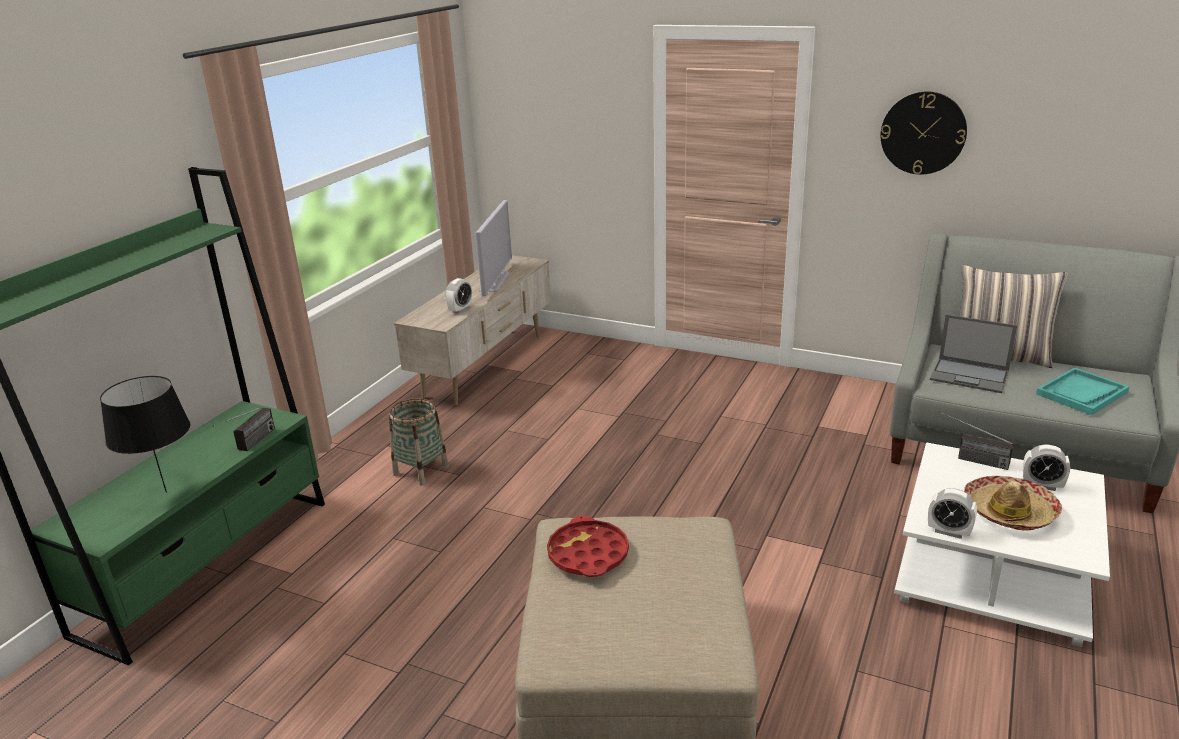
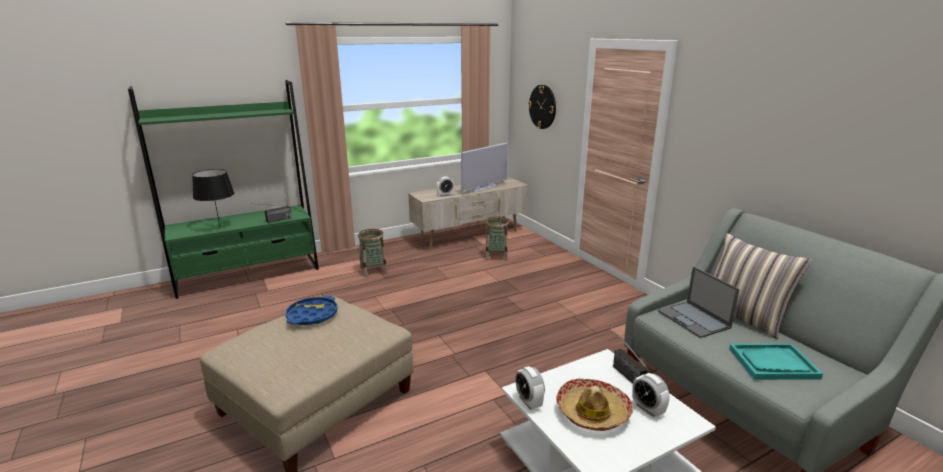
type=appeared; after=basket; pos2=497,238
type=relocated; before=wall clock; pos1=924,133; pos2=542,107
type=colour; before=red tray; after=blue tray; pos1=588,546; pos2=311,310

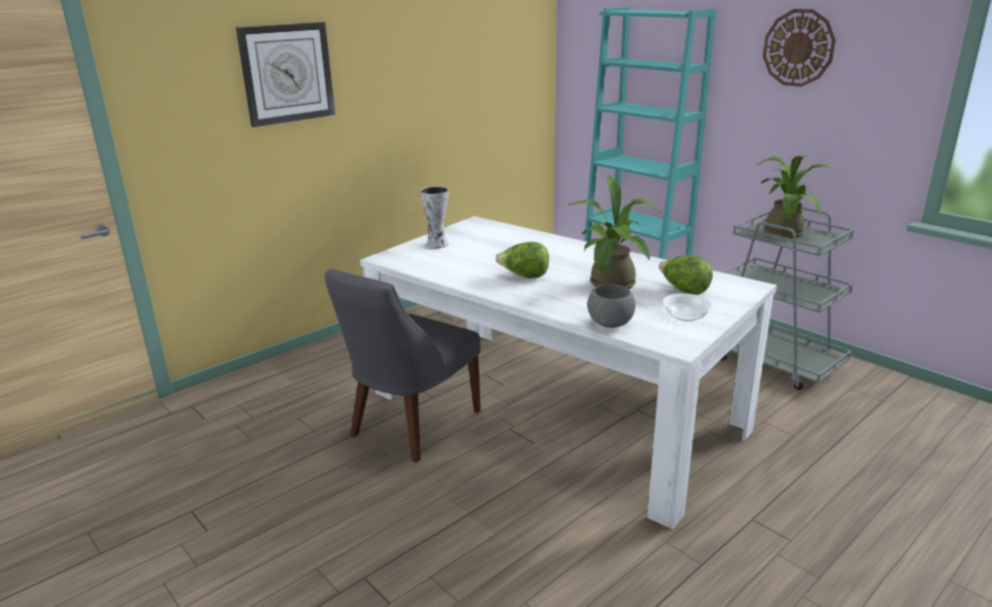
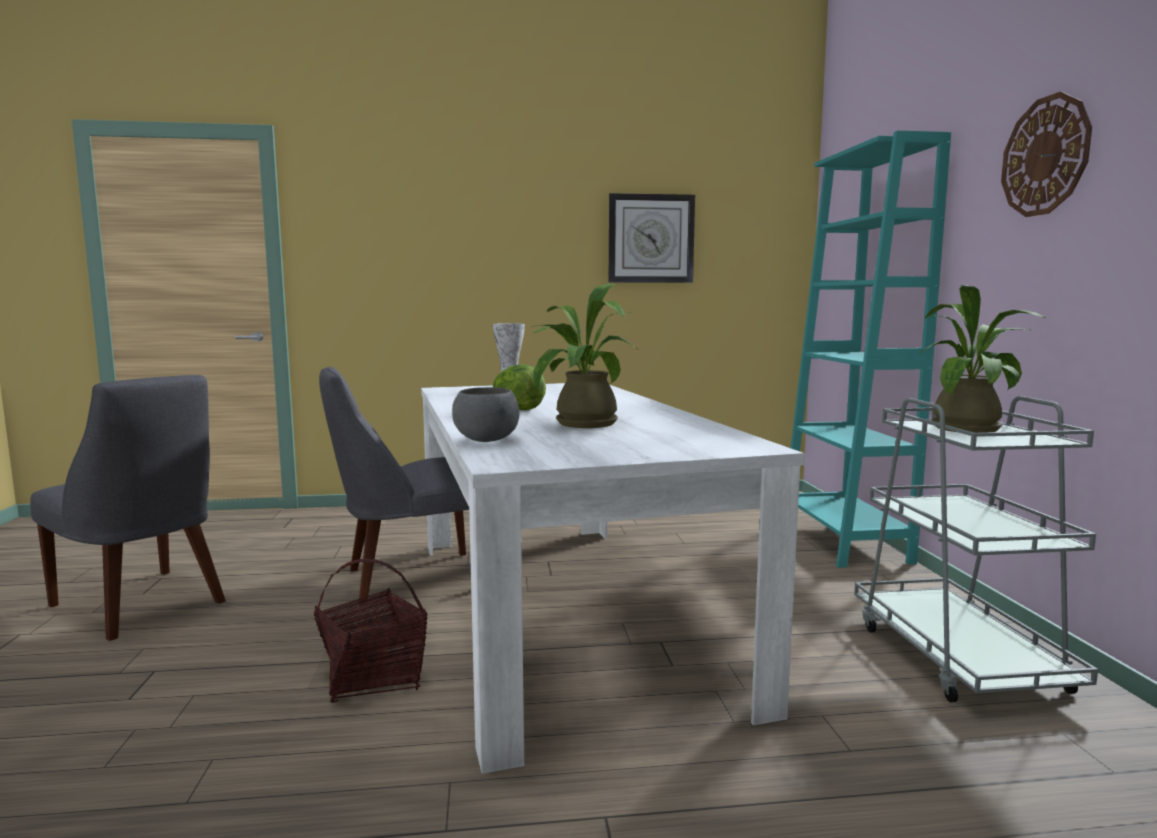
type=missing; before=lettuce; pos1=686,275
type=missing; before=bowl; pos1=687,307
type=appeared; after=grey chair; pos2=128,508
type=appeared; after=basket; pos2=370,631
type=relocated; before=wall clock; pos1=285,74; pos2=652,238

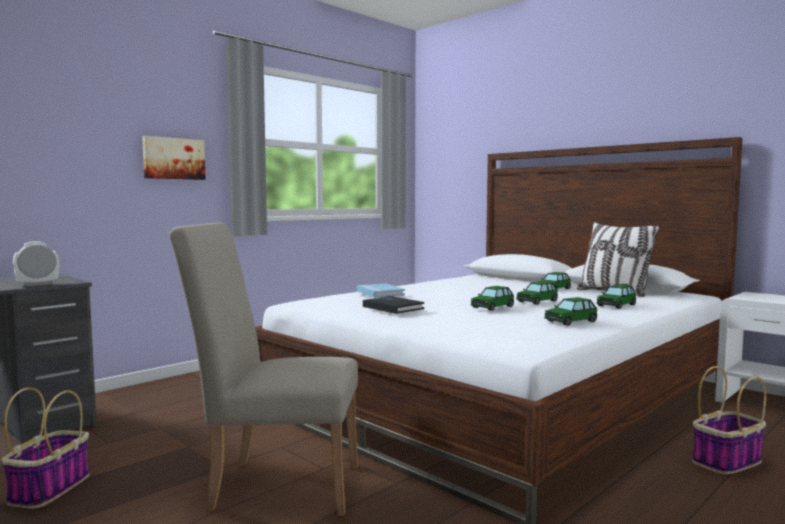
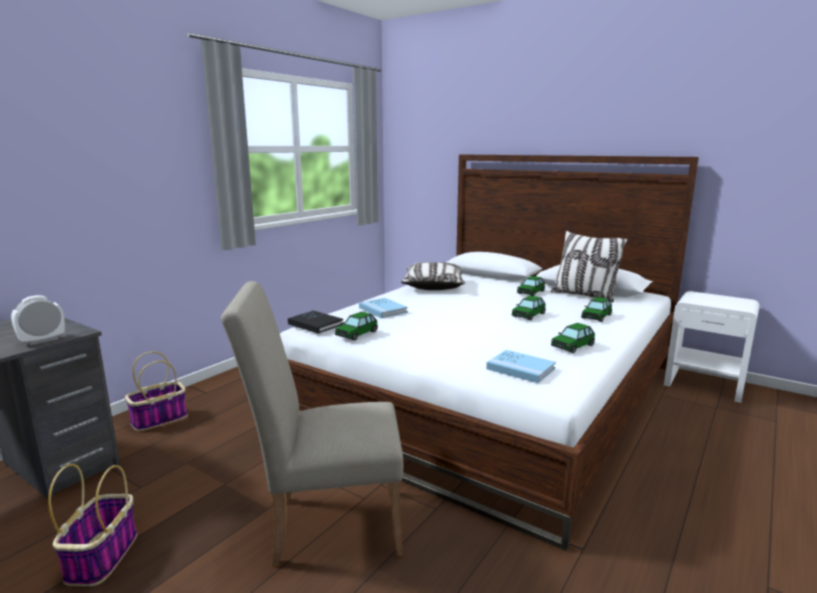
type=missing; before=picture; pos1=174,158
type=appeared; after=pillow; pos2=433,276
type=appeared; after=blue book; pos2=521,366
type=relocated; before=black book; pos1=393,305; pos2=315,322
type=relocated; before=toy car; pos1=492,298; pos2=356,326
type=relocated; before=basket; pos1=729,420; pos2=156,391

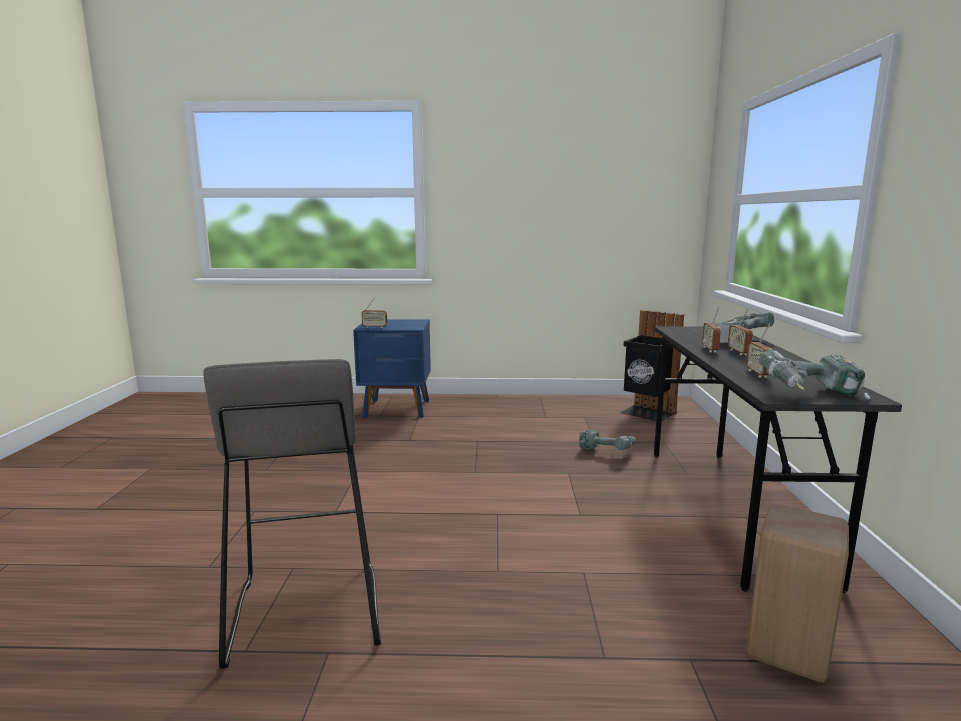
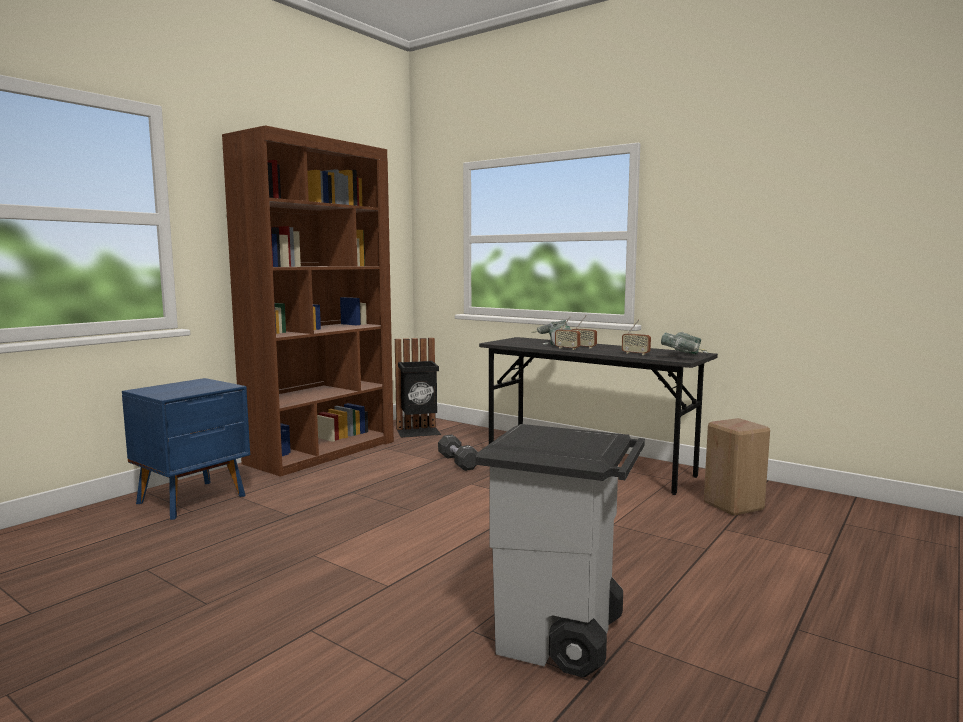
type=missing; before=radio; pos1=374,312
type=appeared; after=brown bookcase; pos2=308,301
type=exchanged; before=grey stool; after=grey trash can; pos1=292,514; pos2=560,551
type=exchanged; before=power drill; after=black dumbbell; pos1=607,440; pos2=458,453

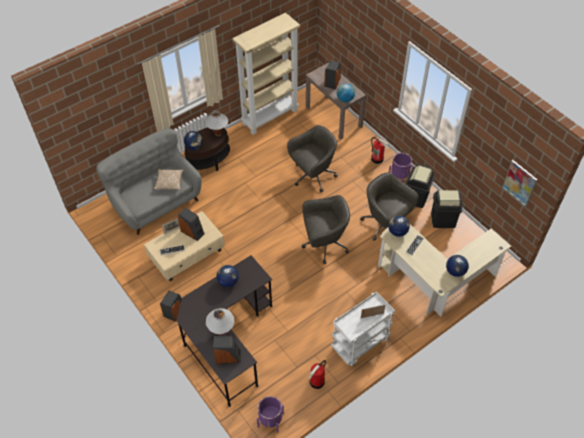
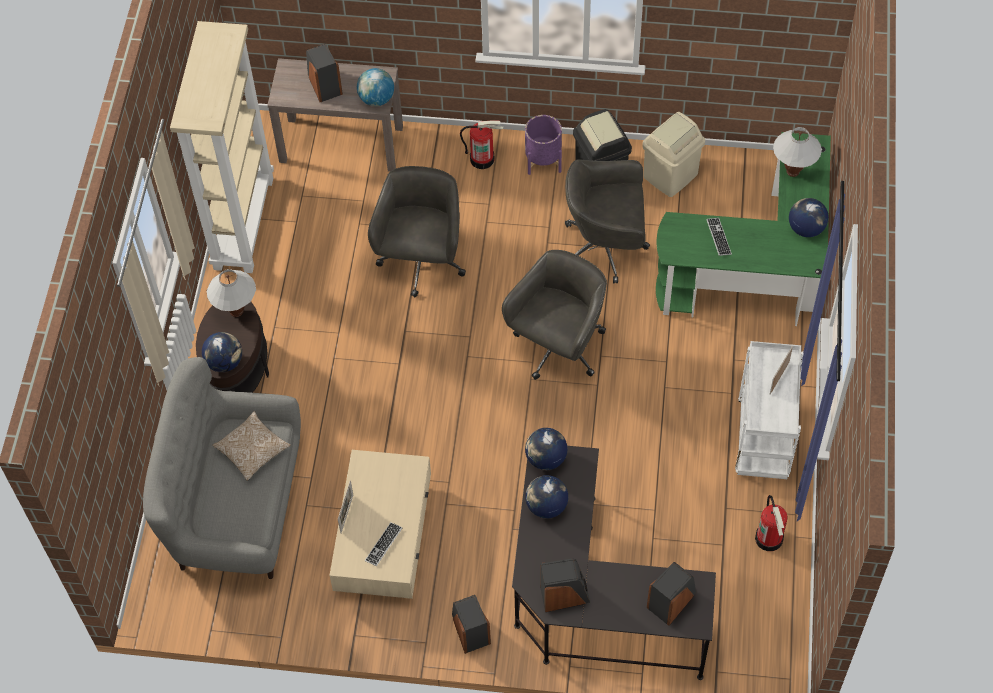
type=missing; before=purple planter; pos1=270,414
type=missing; before=picture; pos1=519,183
type=relocated; before=speaker; pos1=191,224; pos2=565,585
type=relocated; before=white table lamp; pos1=220,321; pos2=797,152
type=relocated; before=globe; pos1=399,226; pos2=546,449
type=colour; before=beige desk; after=green desk; pos1=444,269; pos2=743,229
type=colour; before=black trash can; after=beige trash can; pos1=446,209; pos2=673,154

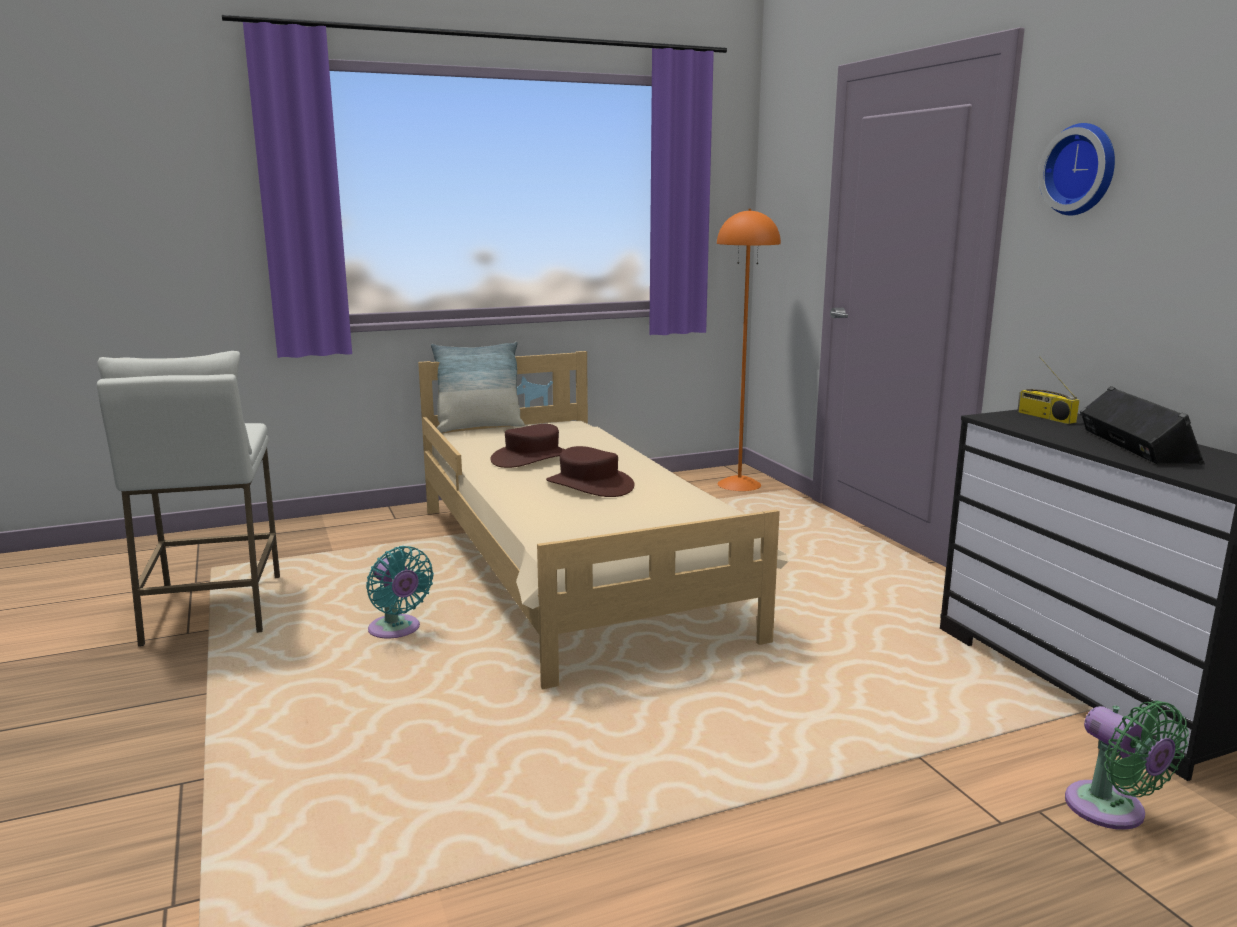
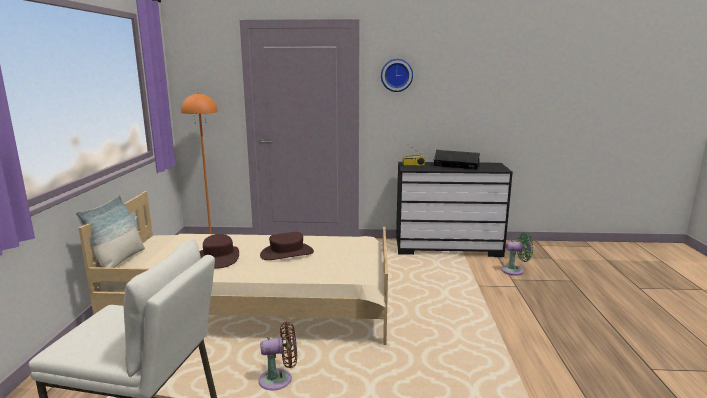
type=colour; before=turquoise fan; after=brown fan; pos1=400,592; pos2=277,356

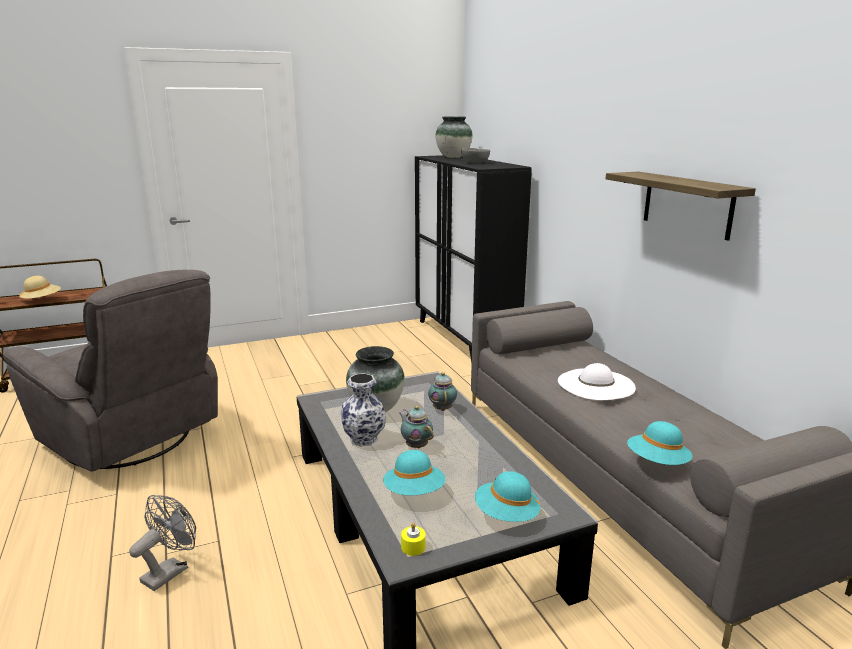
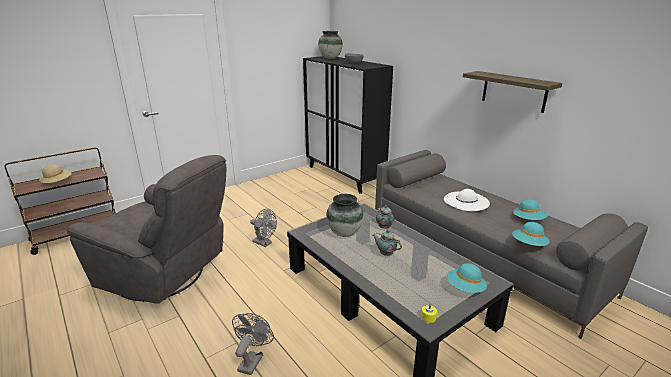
type=missing; before=vase; pos1=363,410
type=appeared; after=grey fan; pos2=263,228
type=relocated; before=turquoise hat; pos1=414,473; pos2=530,209

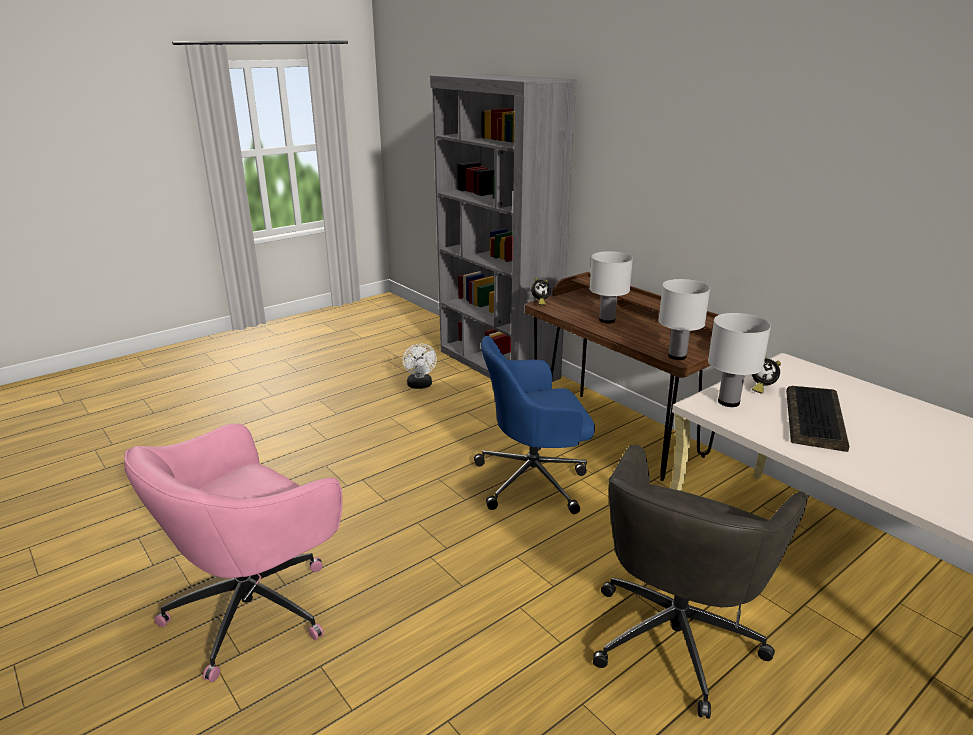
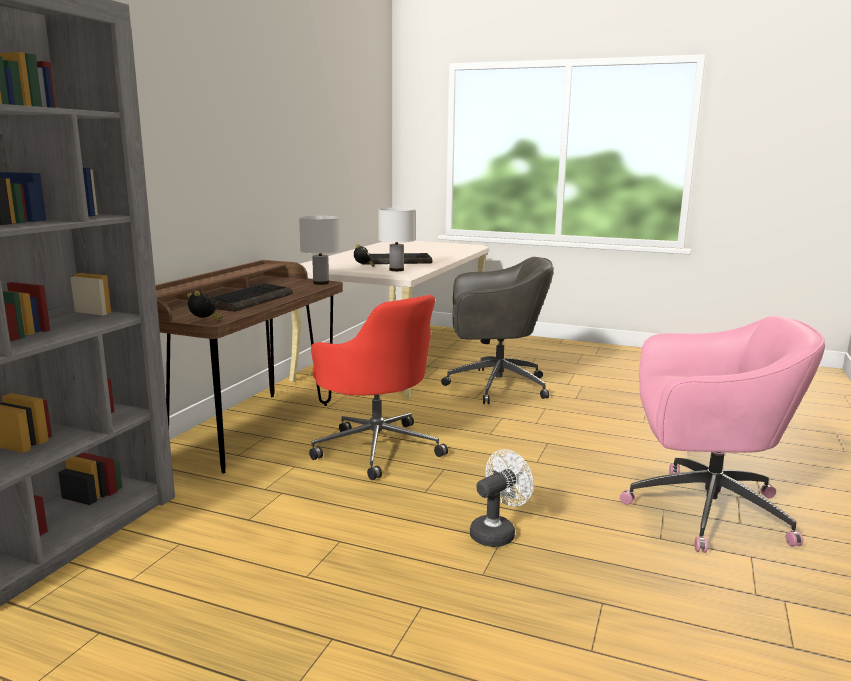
type=relocated; before=white fan; pos1=420,366; pos2=501,498
type=exchanged; before=white table lamp; after=keyboard; pos1=611,287; pos2=251,297
type=colour; before=blue office chair; after=red office chair; pos1=534,425; pos2=378,387

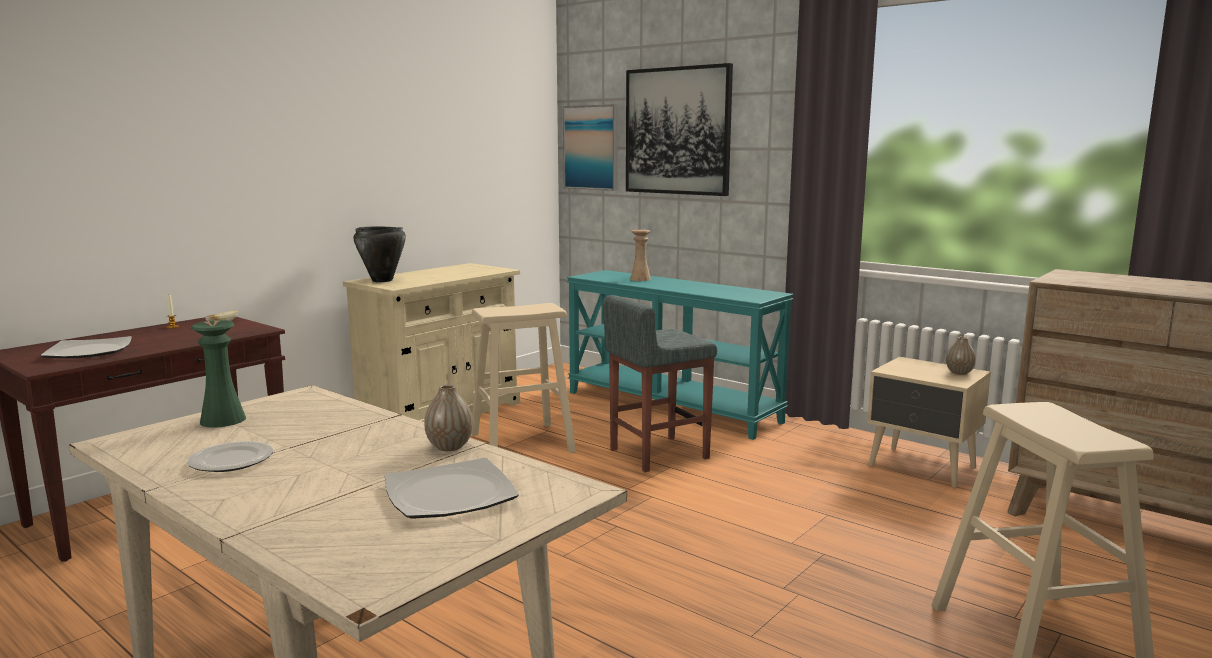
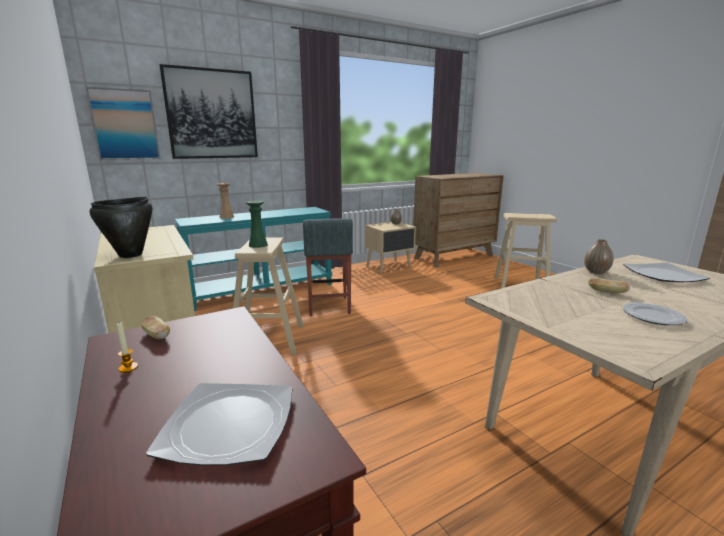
type=appeared; after=bread; pos2=609,285
type=relocated; before=green vase; pos1=218,374; pos2=257,224

